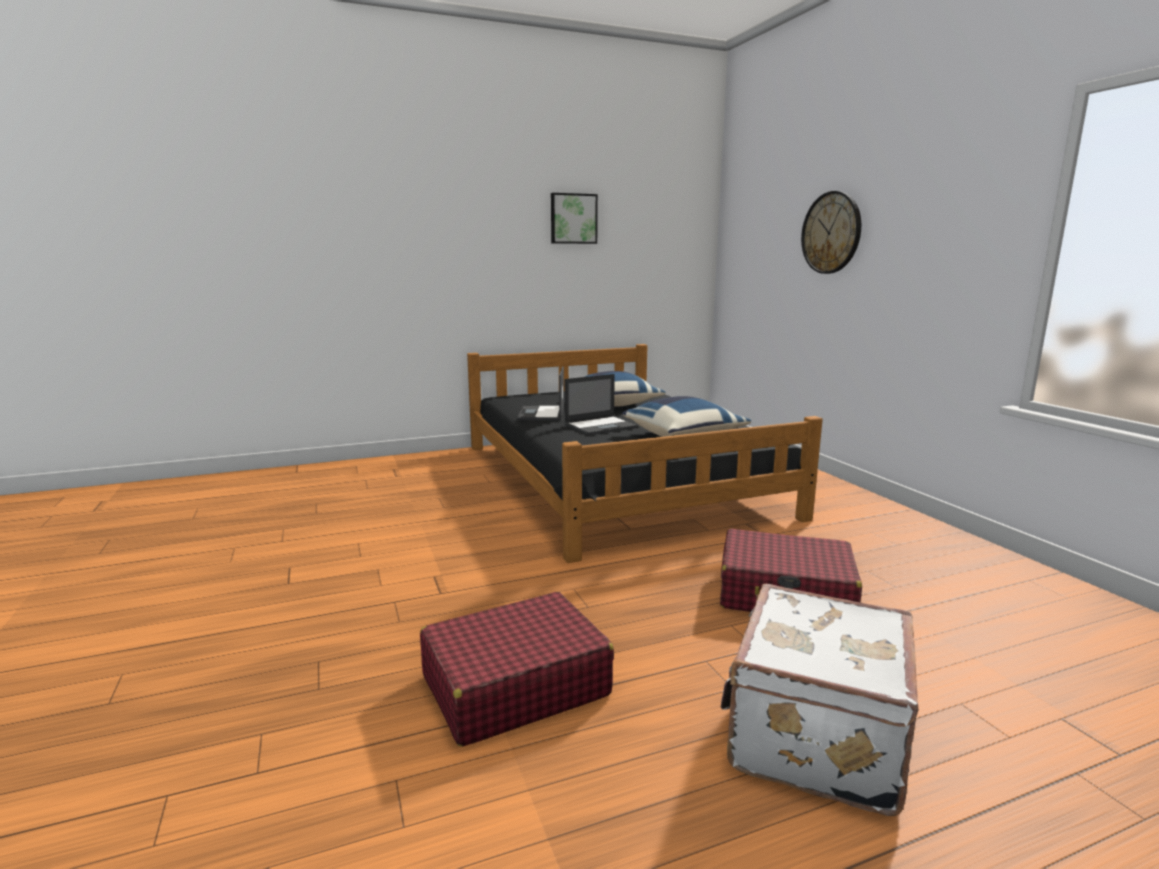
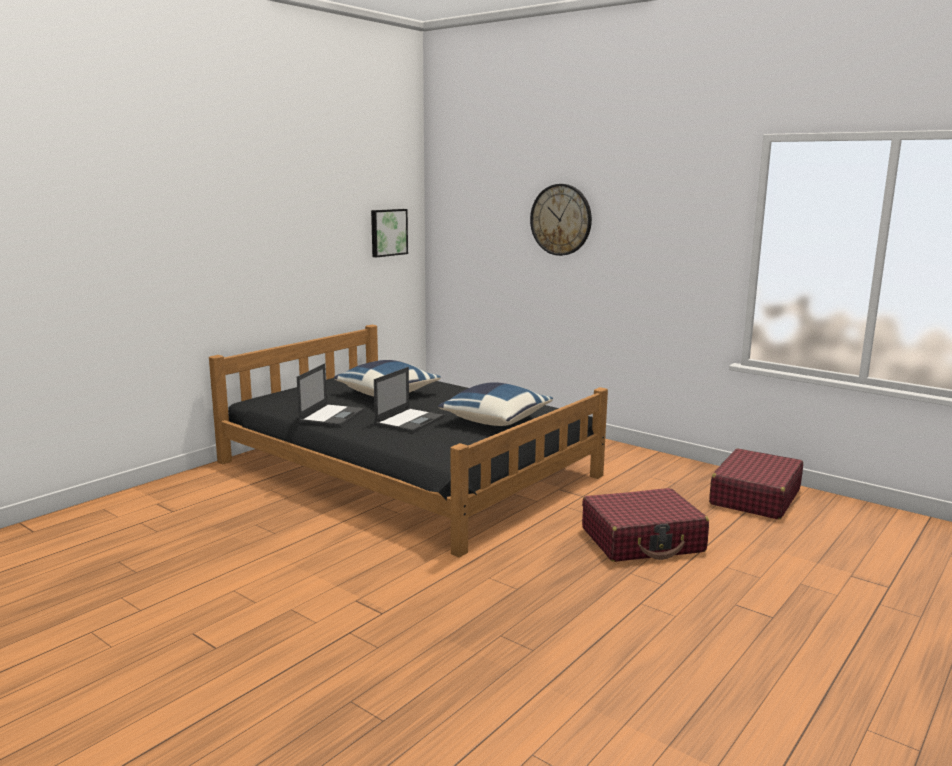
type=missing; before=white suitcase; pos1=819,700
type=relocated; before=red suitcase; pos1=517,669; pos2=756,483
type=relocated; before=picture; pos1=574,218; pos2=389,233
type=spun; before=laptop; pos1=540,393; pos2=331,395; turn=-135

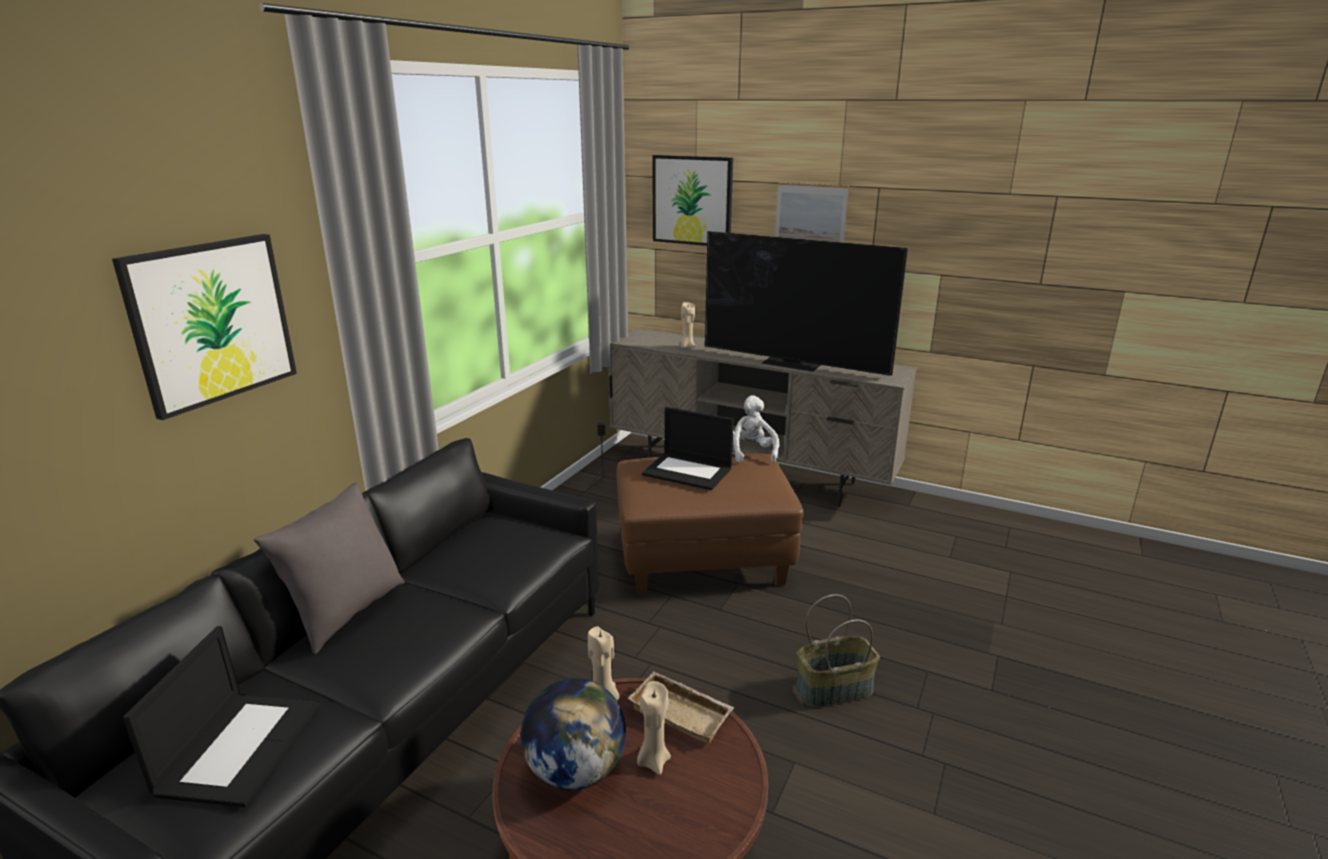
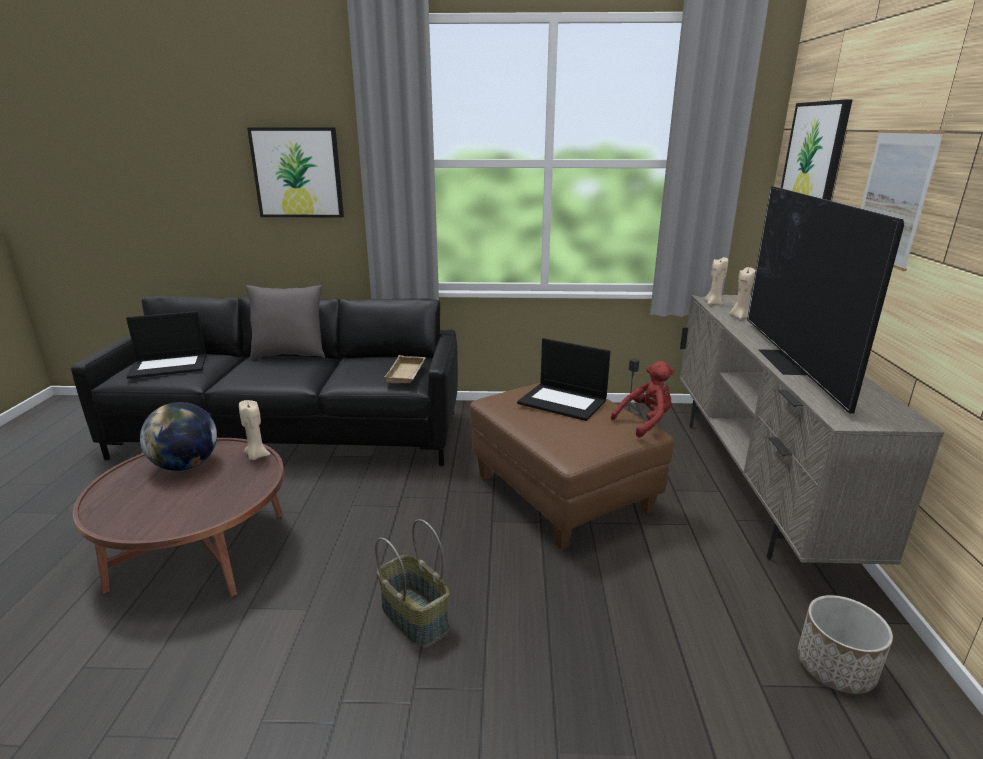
type=appeared; after=planter; pos2=845,644
type=relocated; before=beige tray; pos1=681,707; pos2=405,369
type=relocated; before=beige candle; pos1=654,728; pos2=716,281
type=colour; before=white plush toy; after=red plush toy; pos1=756,429; pos2=643,399
type=spun; before=laptop; pos1=688,448; pos2=563,379; turn=-60

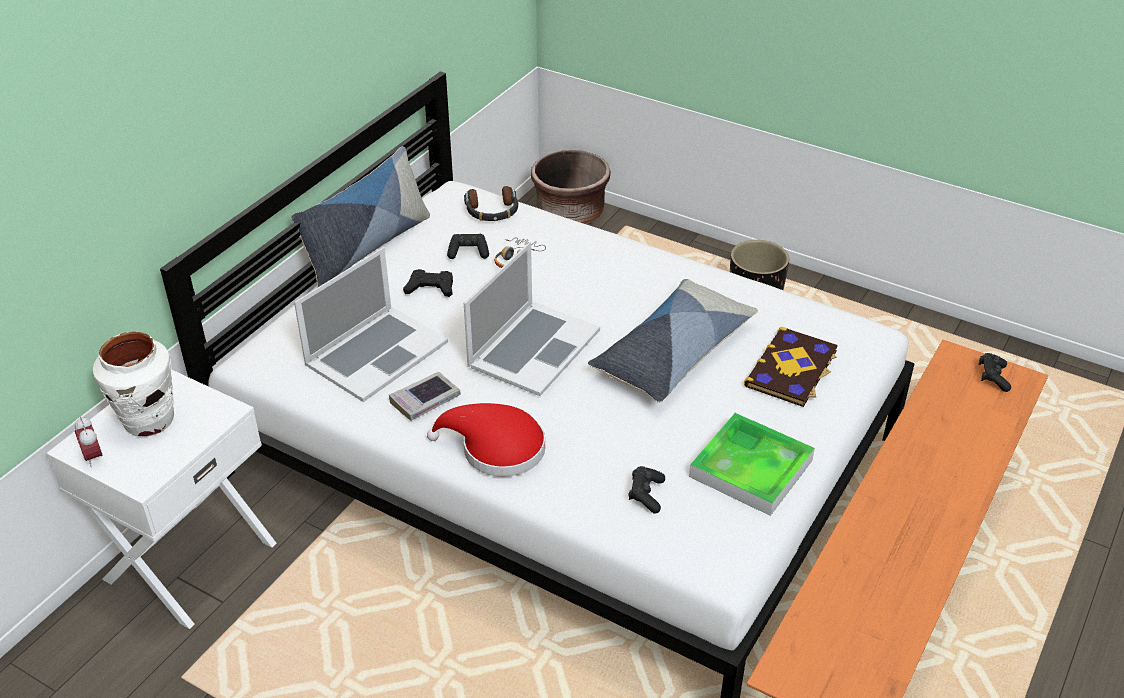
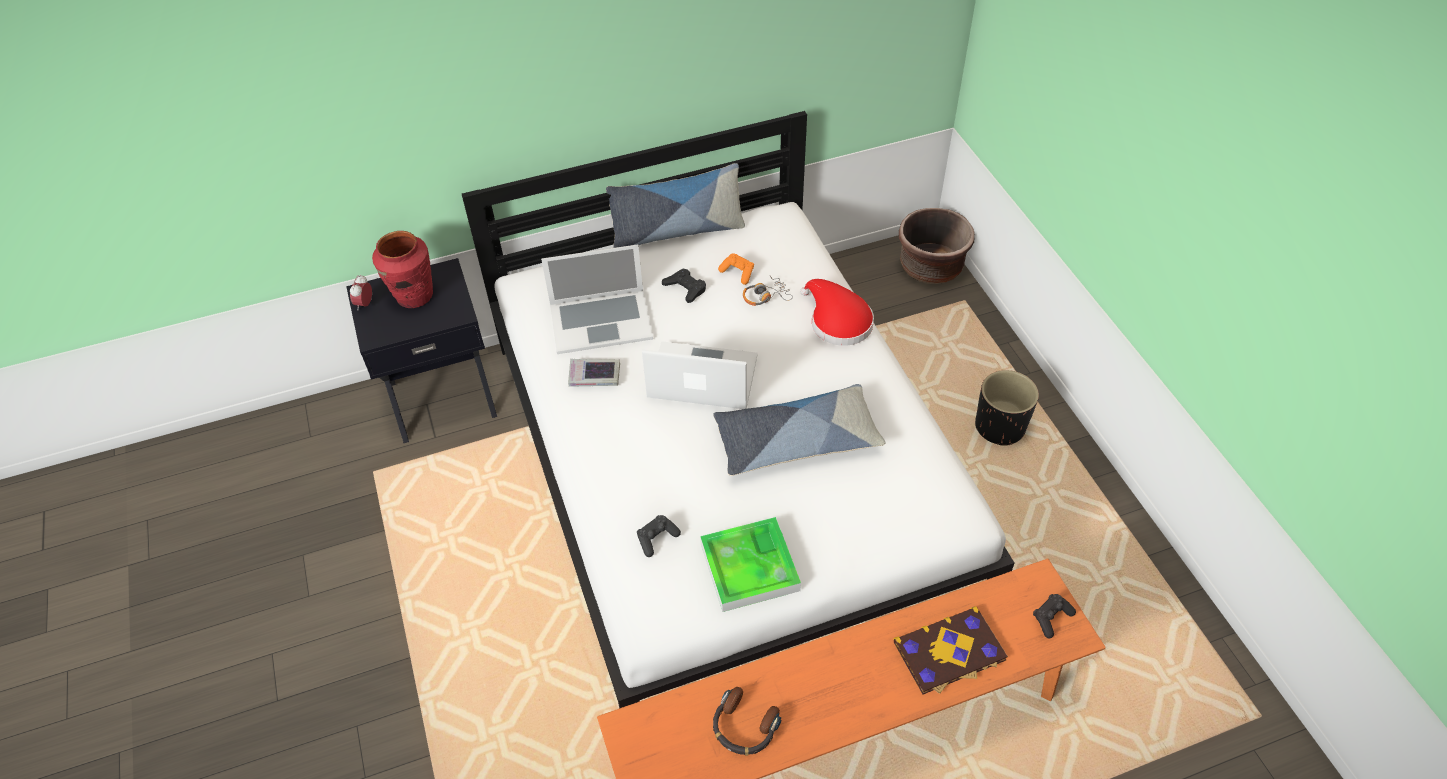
type=relocated; before=red hat; pos1=486,440; pos2=837,312
type=relocated; before=headphones; pos1=491,203; pos2=747,721
type=relocated; before=book; pos1=791,367; pos2=951,650
type=colour; before=white nightstand; after=black nightstand; pos1=161,499; pos2=421,350
type=colour; before=white vase; after=red vase; pos1=133,384; pos2=402,269
type=colour; before=black game controller; after=orange game controller; pos1=468,246; pos2=736,269
type=spun; before=laptop; pos1=532,319; pos2=700,375; turn=-150

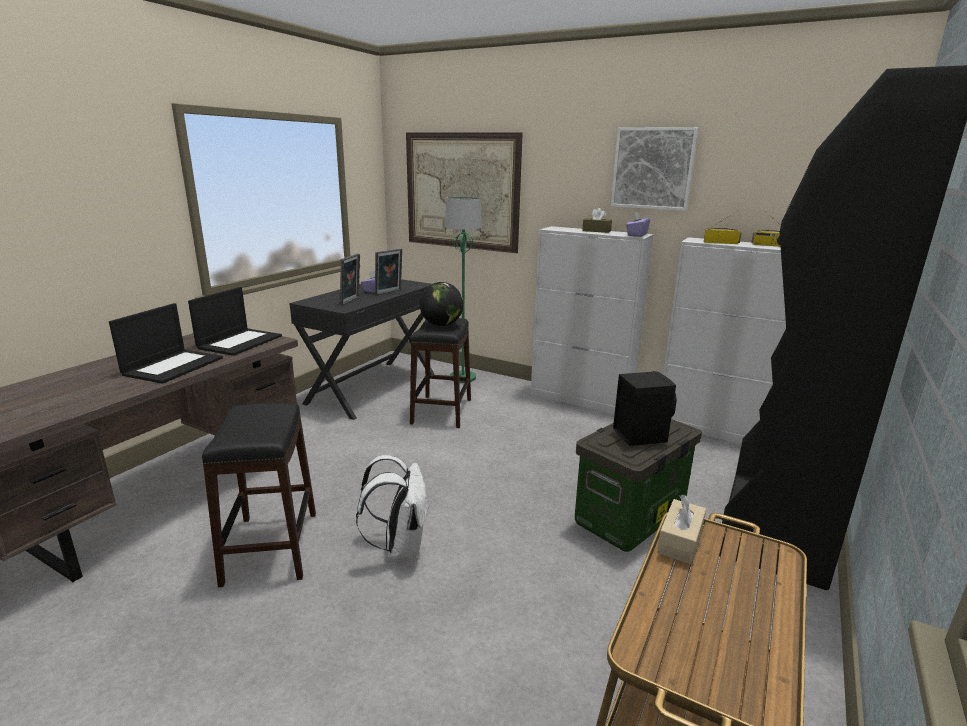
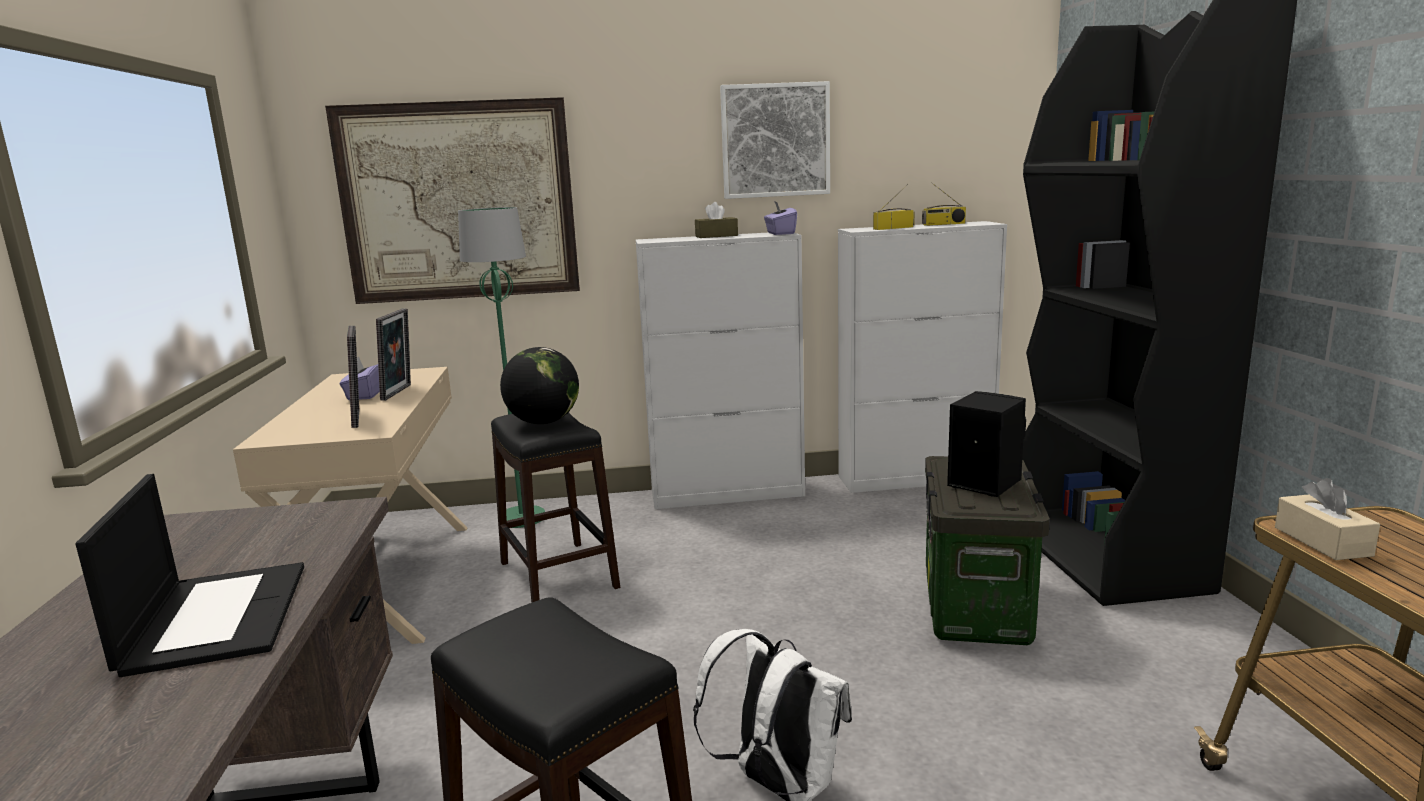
type=missing; before=laptop; pos1=235,321
type=colour; before=black desk; after=beige desk; pos1=361,349; pos2=350,505

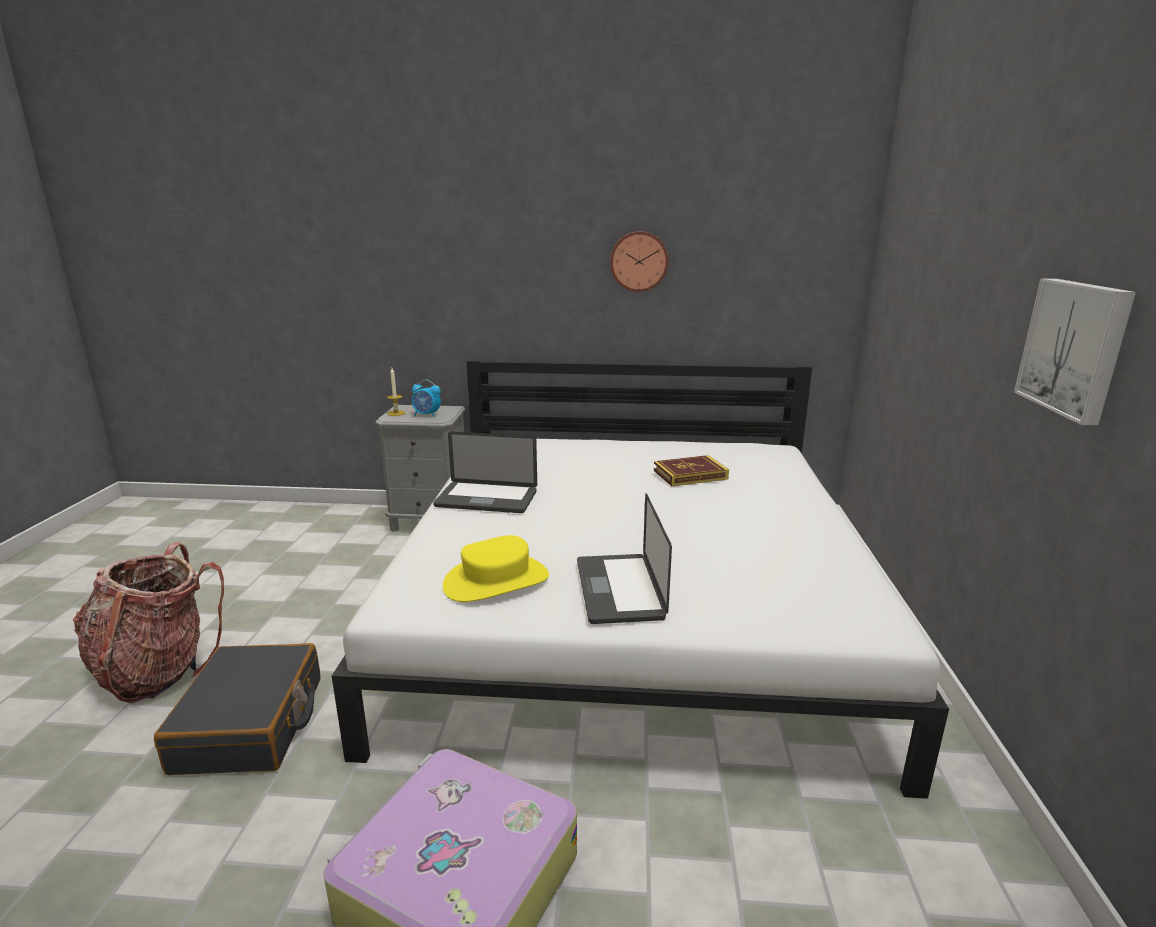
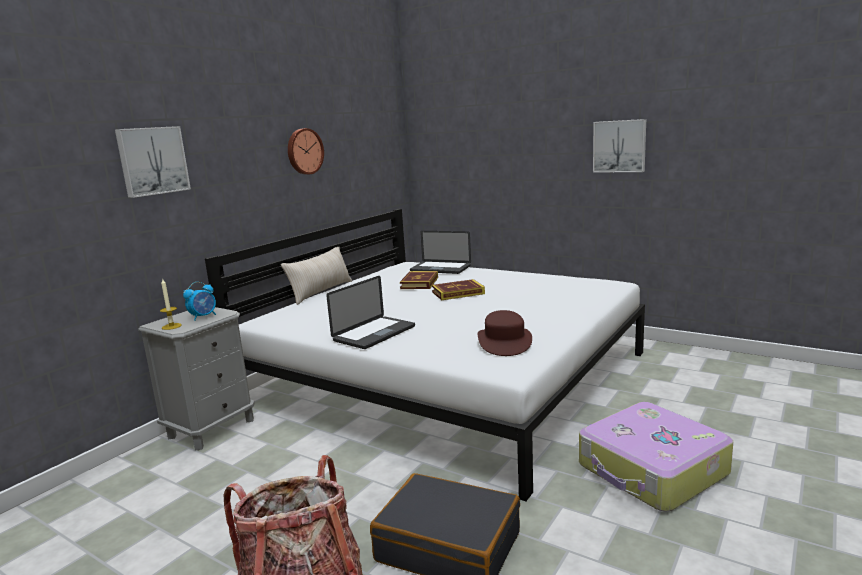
type=appeared; after=picture; pos2=153,162
type=appeared; after=beige pillow; pos2=316,276
type=appeared; after=book; pos2=458,289
type=relocated; before=laptop; pos1=624,558; pos2=440,252
type=colour; before=yellow hat; after=brown hat; pos1=496,568; pos2=505,333

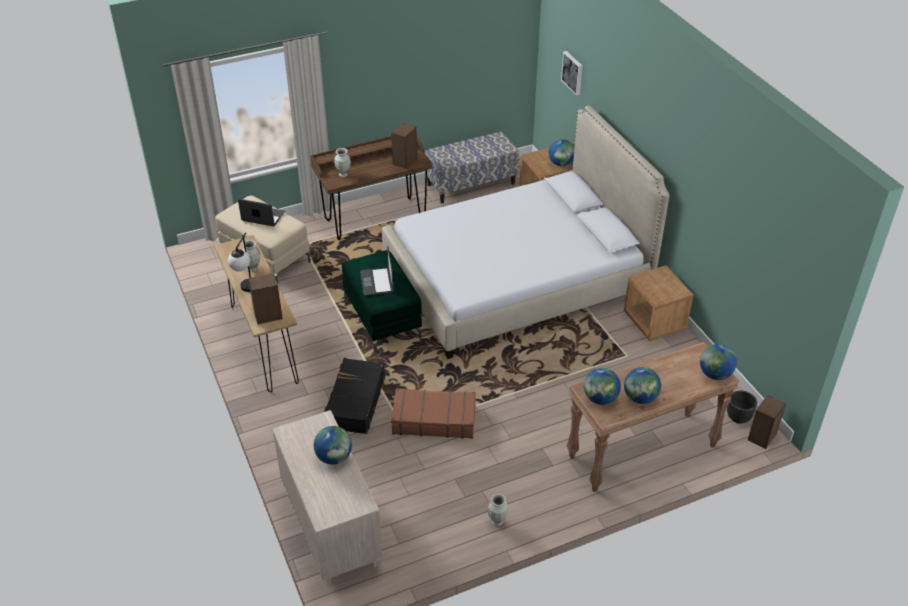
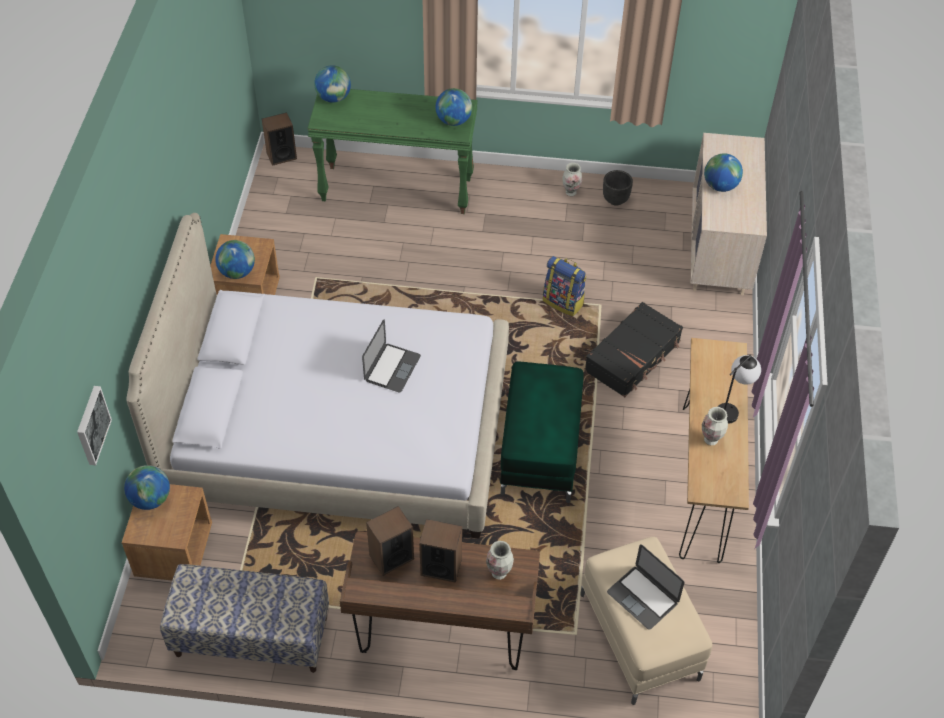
type=relocated; before=speaker; pos1=265,298; pos2=440,551
type=relocated; before=laptop; pos1=377,270; pos2=391,356
type=relocated; before=globe; pos1=642,385; pos2=235,259
type=relocated; before=black planter; pos1=742,407; pos2=618,188
type=exchanged; before=brown suitcase; after=backpack; pos1=433,413; pos2=564,286
type=colour; before=brown console table; after=green console table; pos1=653,417; pos2=392,151

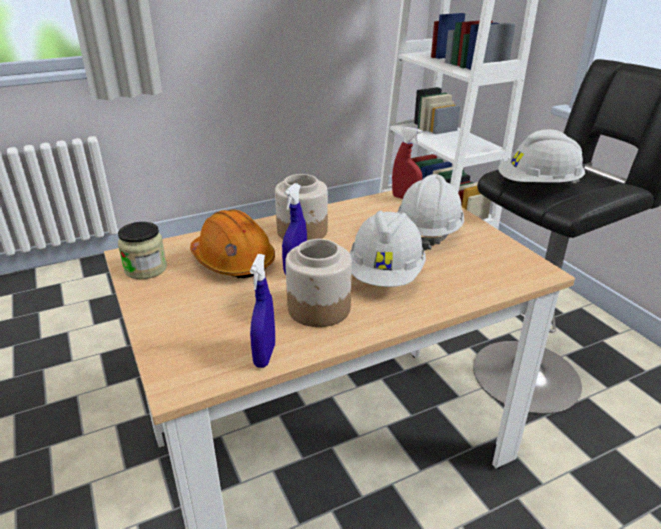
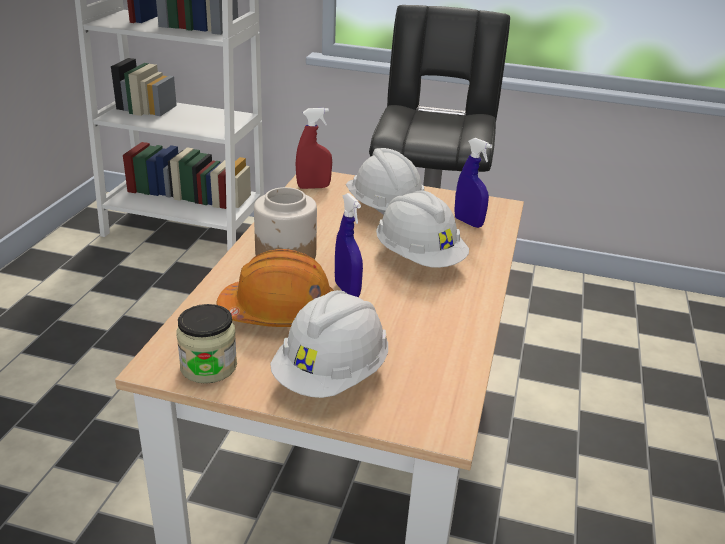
type=missing; before=jar; pos1=318,283
type=relocated; before=blue spray bottle; pos1=262,311; pos2=473,183
type=relocated; before=white hard hat; pos1=541,156; pos2=329,344

